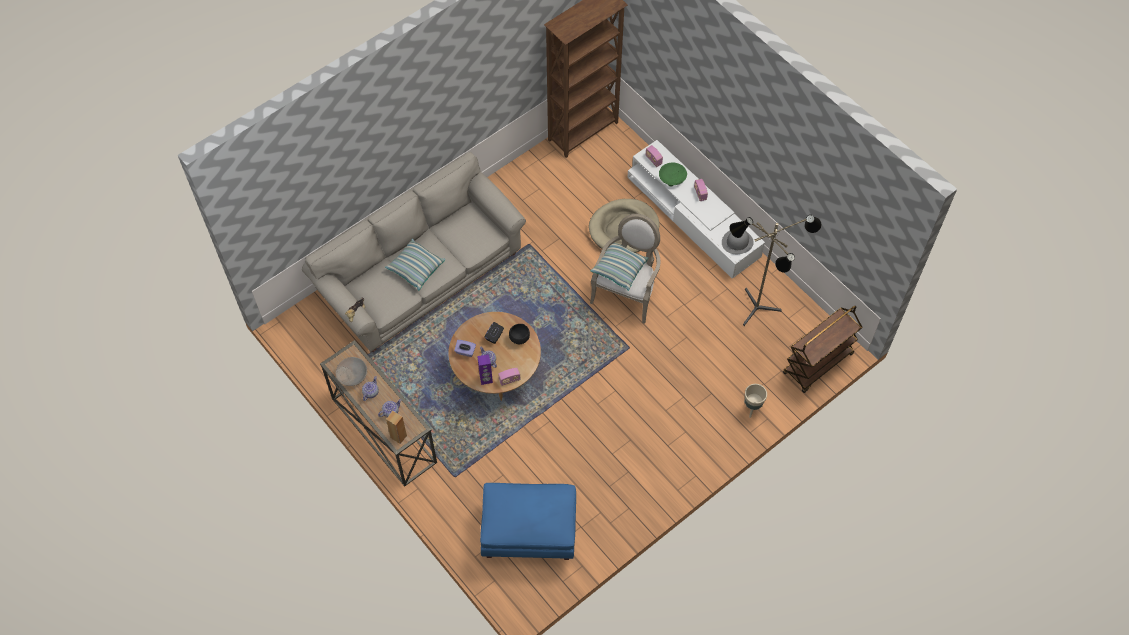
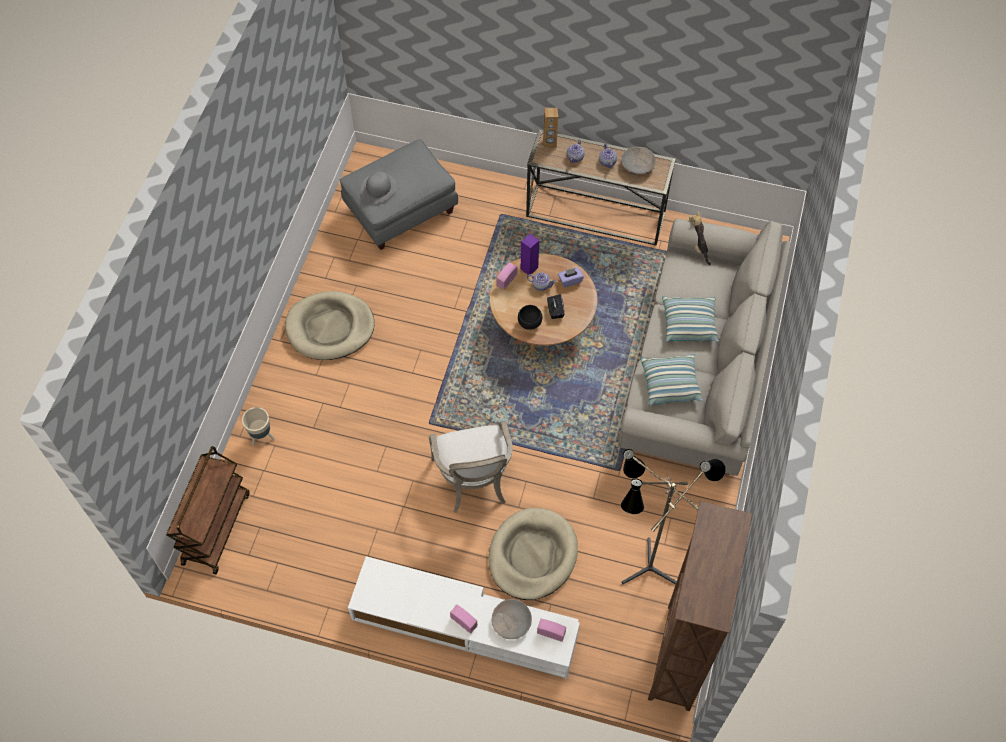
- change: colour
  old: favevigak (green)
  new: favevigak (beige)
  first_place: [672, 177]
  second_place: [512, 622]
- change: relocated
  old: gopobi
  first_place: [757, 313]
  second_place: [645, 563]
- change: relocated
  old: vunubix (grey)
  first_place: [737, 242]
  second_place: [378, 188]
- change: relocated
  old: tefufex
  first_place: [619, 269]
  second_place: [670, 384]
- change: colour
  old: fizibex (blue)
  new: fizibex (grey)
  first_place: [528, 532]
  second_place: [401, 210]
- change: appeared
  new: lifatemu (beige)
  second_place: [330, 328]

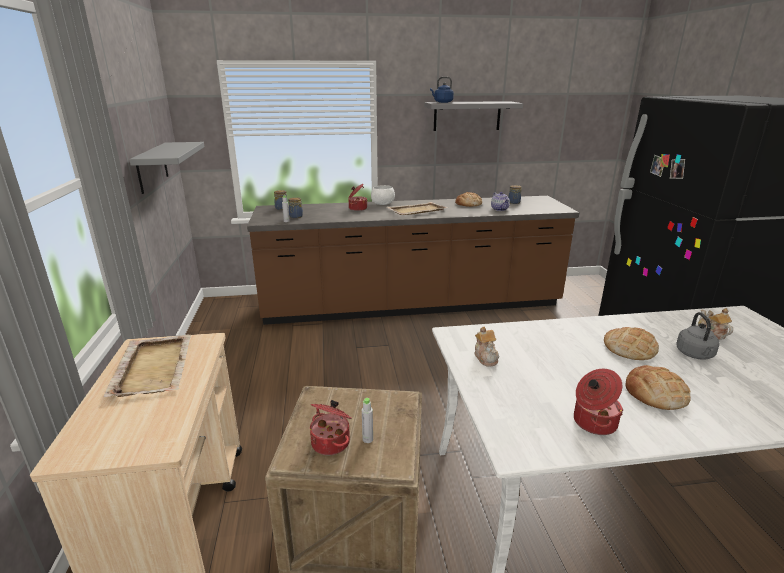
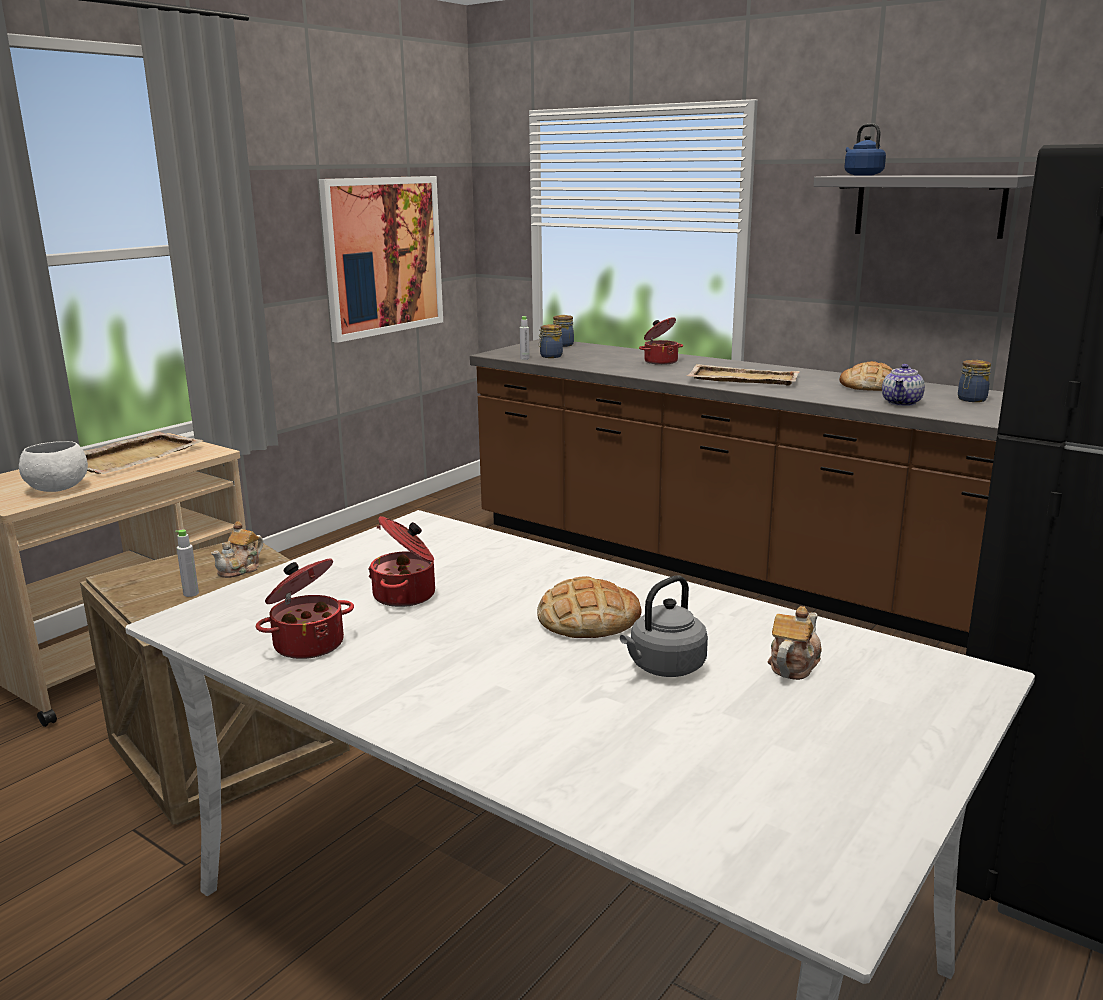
- change: exchanged
  old: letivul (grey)
  new: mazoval
  first_place: [152, 167]
  second_place: [383, 256]
- change: relocated
  old: favevigak (white)
  first_place: [382, 204]
  second_place: [58, 488]
- change: relocated
  old: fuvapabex
  first_place: [486, 357]
  second_place: [241, 569]
- change: missing
  old: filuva
  first_place: [655, 393]
- change: relocated
  old: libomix
  first_place: [331, 442]
  second_place: [406, 595]

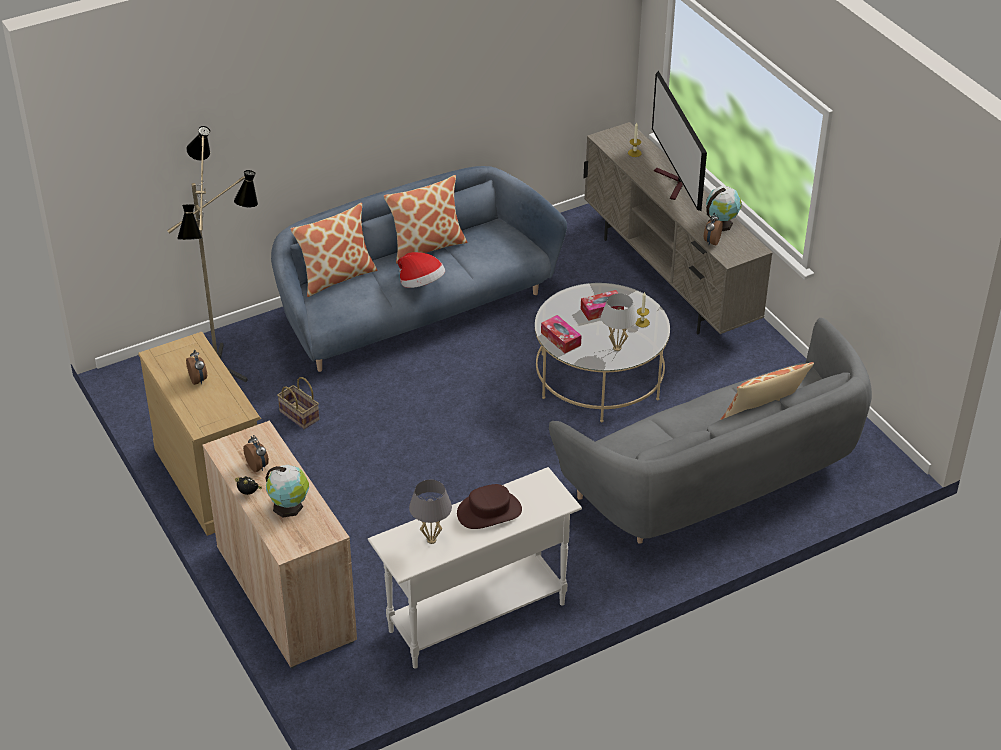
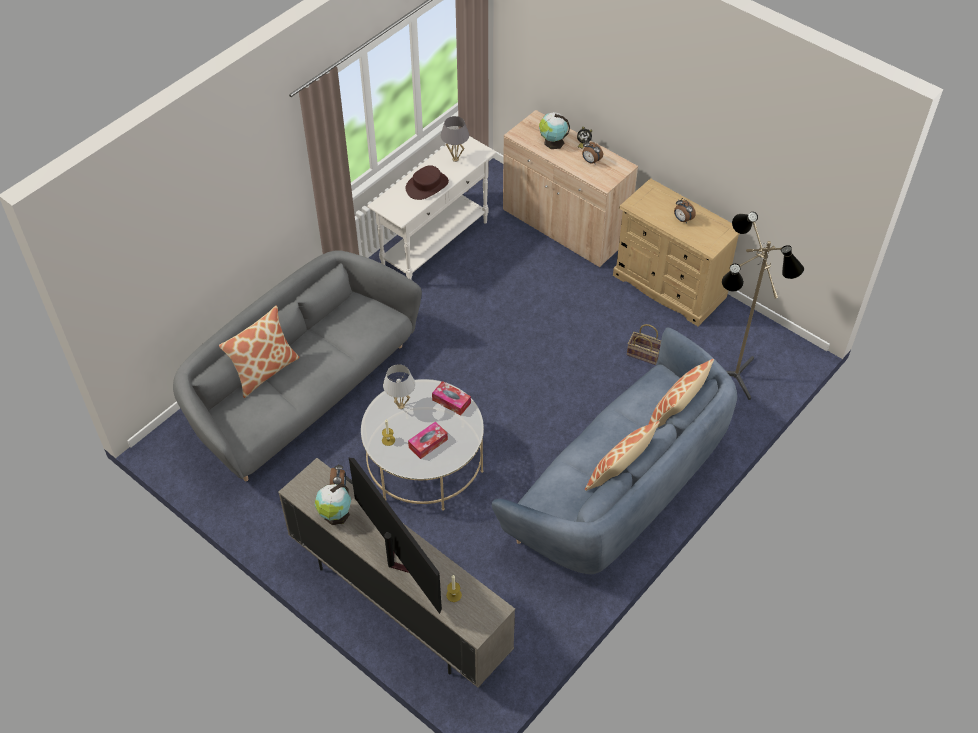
- change: missing
  old: vunubix
  first_place: [421, 284]

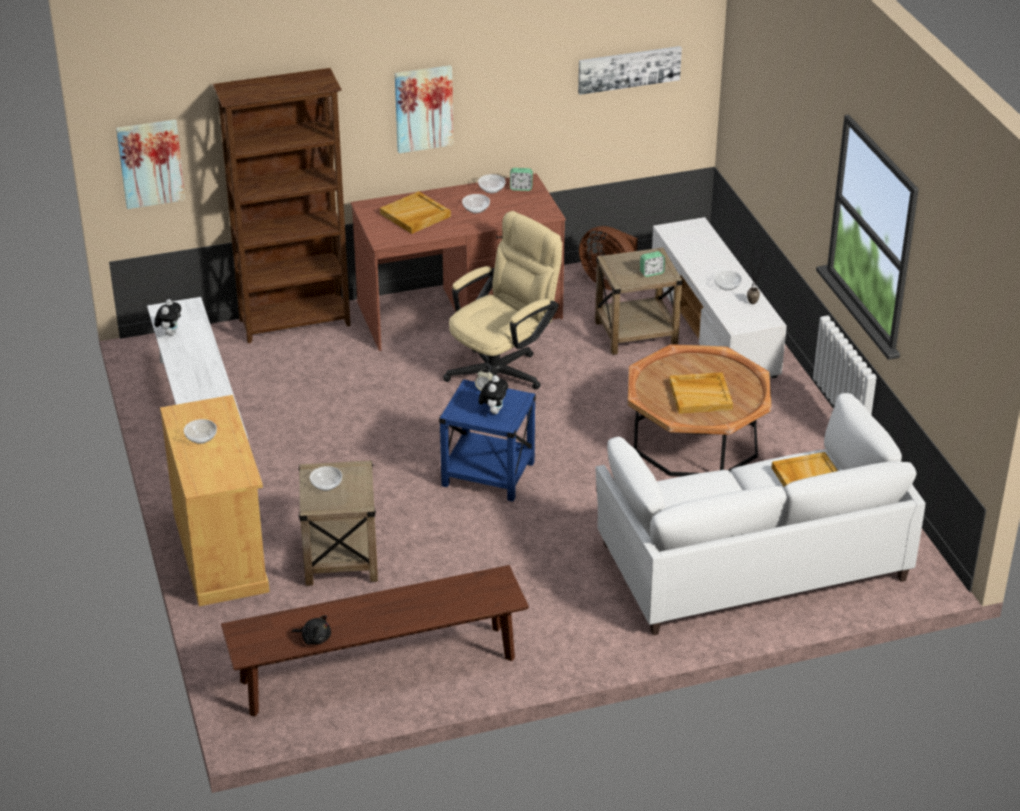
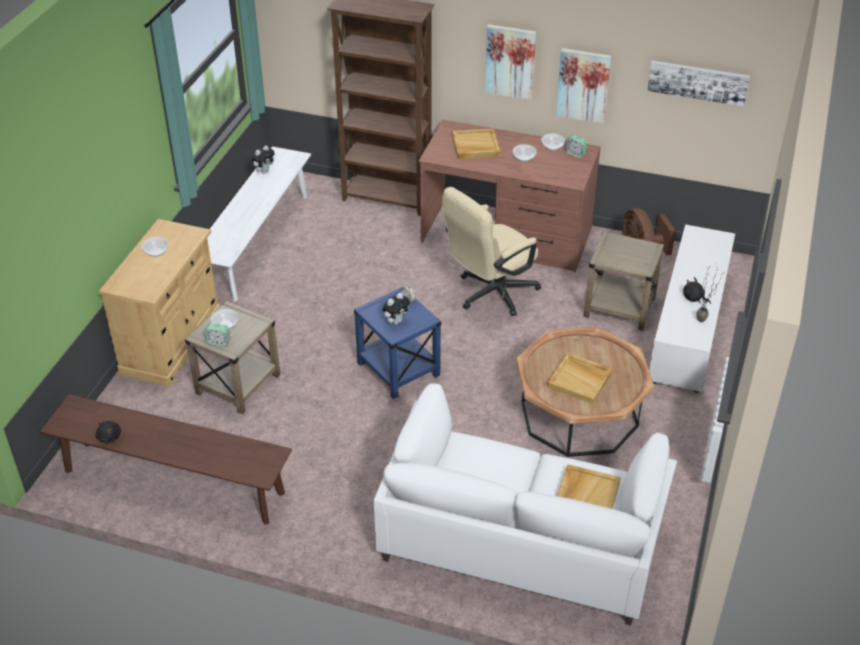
- change: relocated
  old: mazoval
  first_place: [150, 163]
  second_place: [583, 85]
- change: spun
  old: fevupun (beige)
  first_place: [503, 371]
  second_place: [490, 294]
  degrees: 150
- change: relocated
  old: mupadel
  first_place: [651, 273]
  second_place: [218, 342]
- change: exchanged
  old: favevigak
  new: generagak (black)
  first_place: [727, 286]
  second_place: [694, 298]

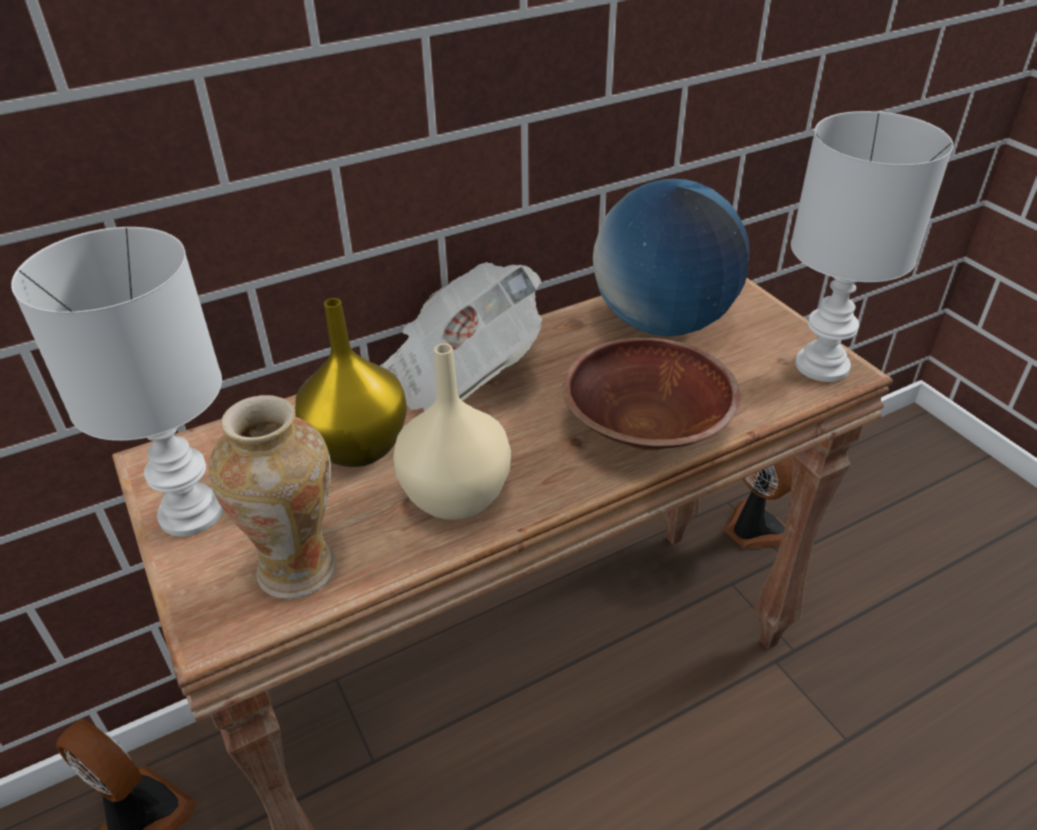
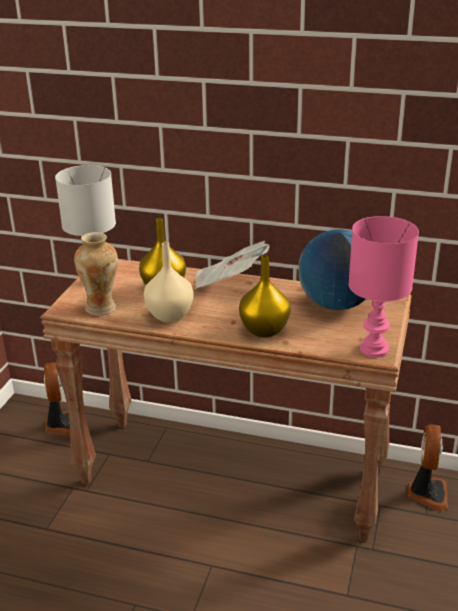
- change: colour
  old: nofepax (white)
  new: nofepax (pink)
  first_place: [821, 367]
  second_place: [372, 349]
- change: exchanged
  old: favevigak (brown)
  new: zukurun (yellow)
  first_place: [646, 428]
  second_place: [264, 331]

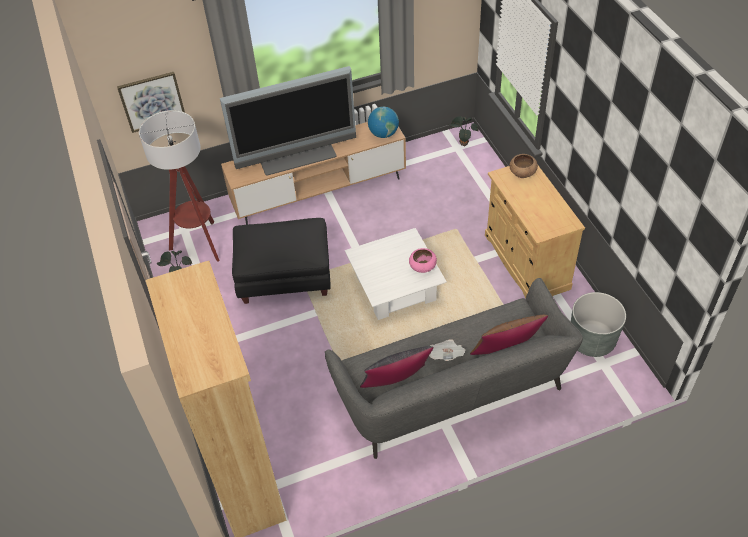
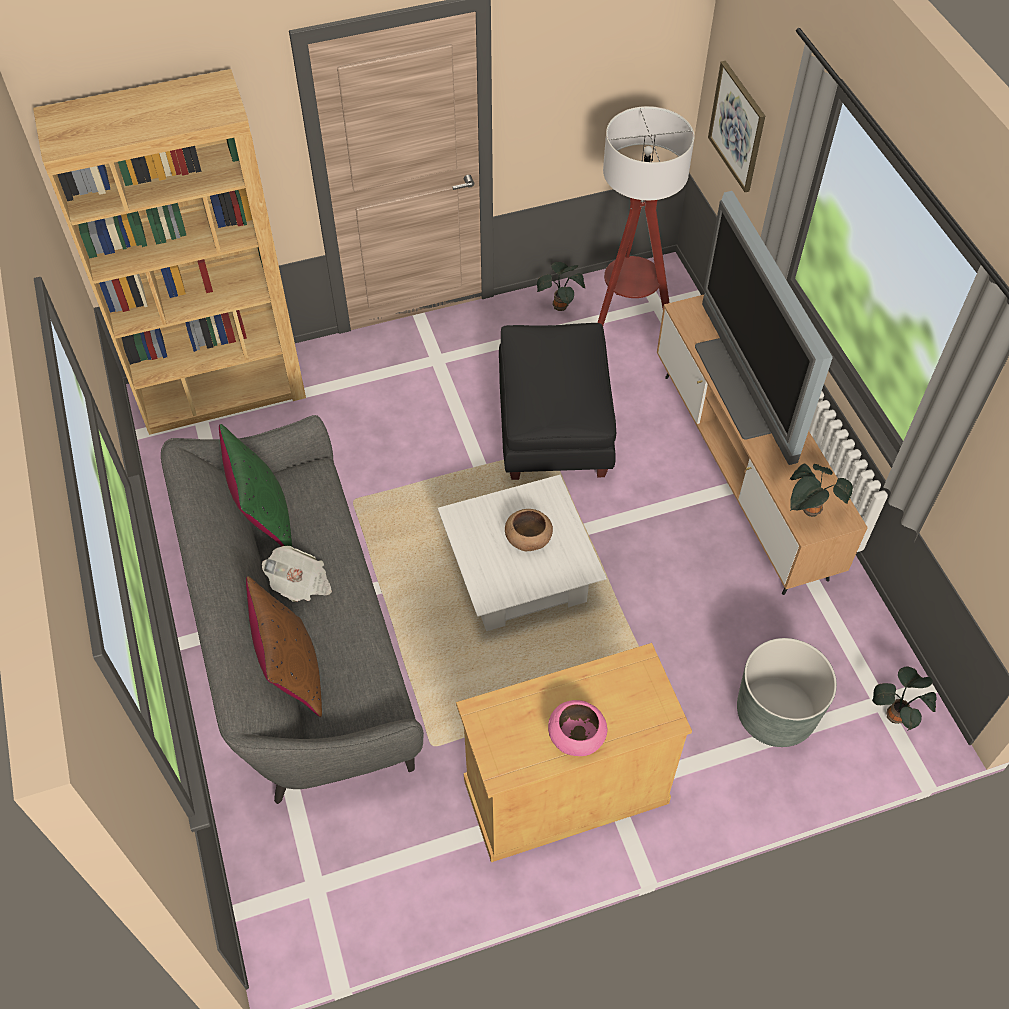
- change: exchanged
  old: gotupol
  new: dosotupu
  first_place: [383, 134]
  second_place: [809, 512]
- change: relocated
  old: favevigak (brown)
  first_place: [522, 173]
  second_place: [528, 538]
- change: relocated
  old: favevigak (pink)
  first_place: [422, 266]
  second_place: [576, 736]
- change: relocated
  old: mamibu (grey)
  first_place: [592, 340]
  second_place: [775, 713]
- change: colour
  old: tefufex (black)
  new: tefufex (green)
  first_place: [396, 384]
  second_place: [264, 516]

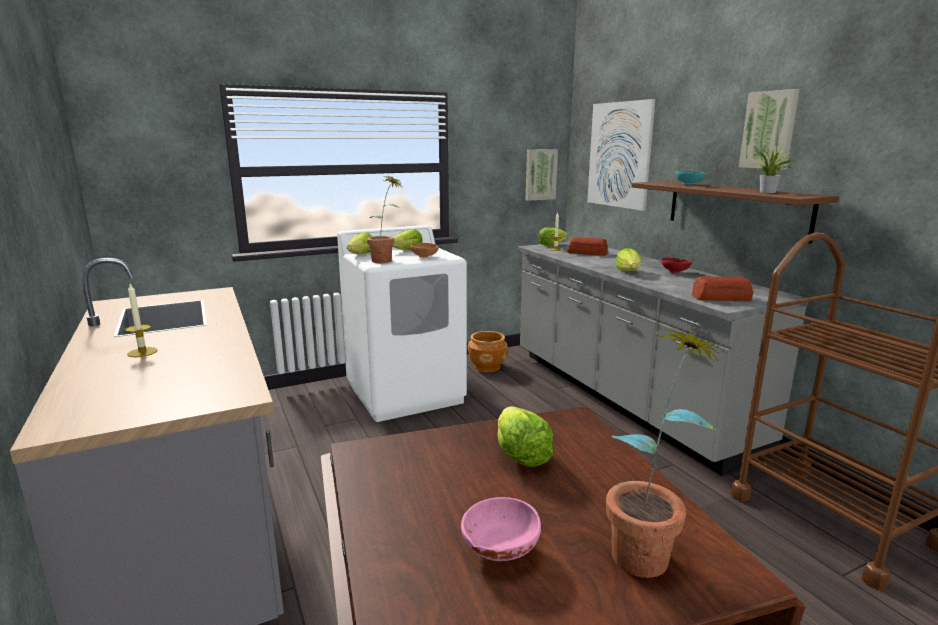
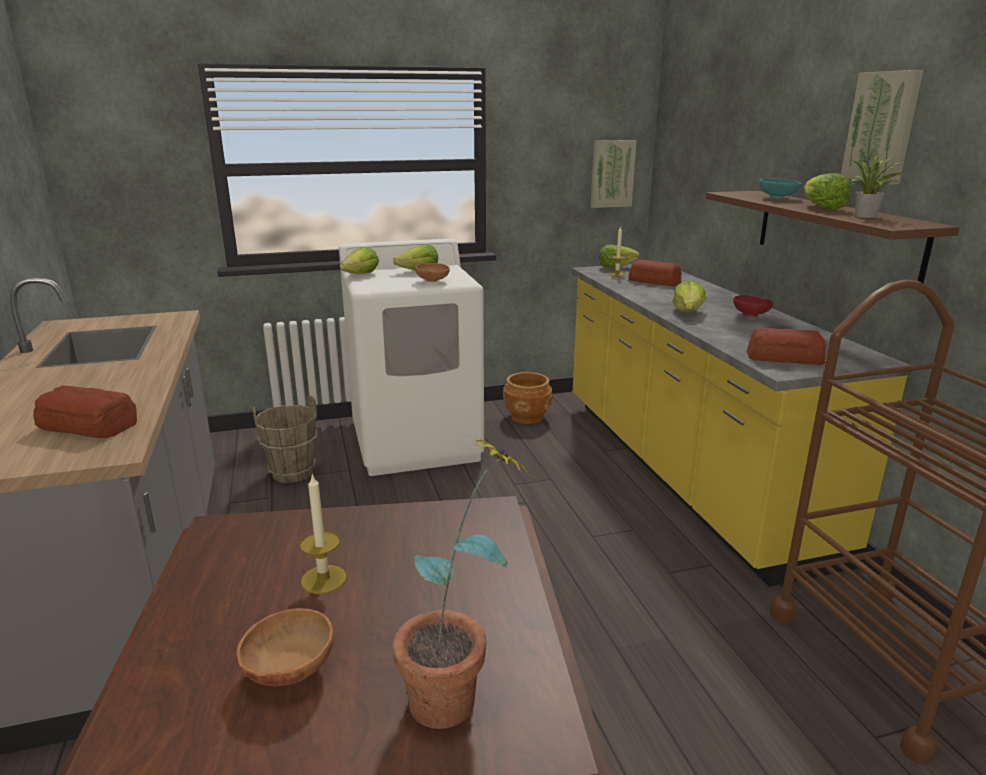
- change: missing
  old: mazoval
  first_place: [619, 155]
- change: missing
  old: dosotupu
  first_place: [386, 260]
- change: colour
  old: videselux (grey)
  new: videselux (yellow)
  first_place: [623, 398]
  second_place: [683, 471]
- change: relocated
  old: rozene
  first_place: [142, 352]
  second_place: [324, 579]
- change: relocated
  old: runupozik
  first_place: [520, 454]
  second_place: [821, 208]
- change: colour
  old: favevigak (pink)
  new: favevigak (brown)
  first_place: [498, 550]
  second_place: [288, 670]
- change: appeared
  new: filuva
  second_place: [88, 424]
- change: appeared
  new: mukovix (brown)
  second_place: [293, 473]

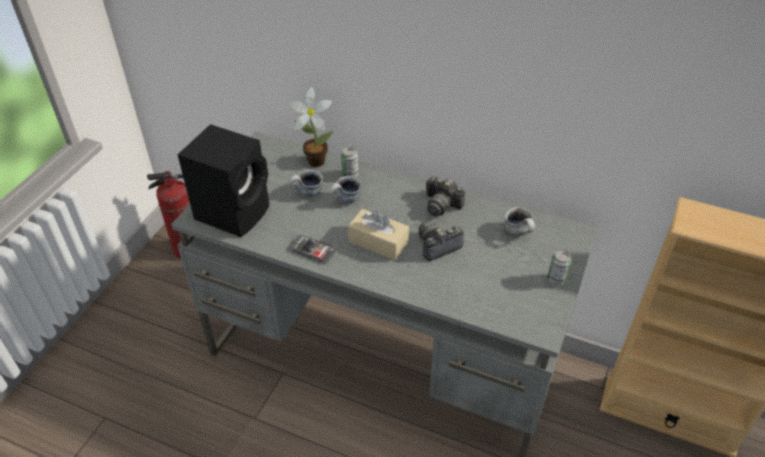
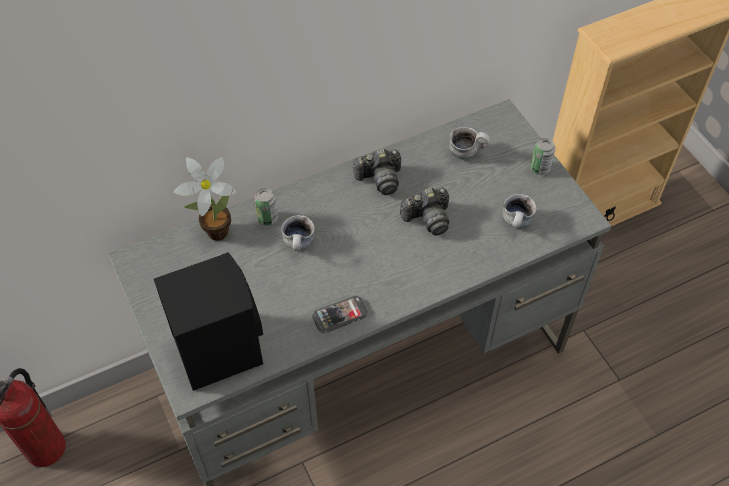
- change: relocated
  old: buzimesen
  first_place: [307, 194]
  second_place: [517, 224]
- change: missing
  old: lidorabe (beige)
  first_place: [378, 242]
- change: spun
  old: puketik
  first_place: [437, 246]
  second_place: [427, 218]
  degrees: -120

